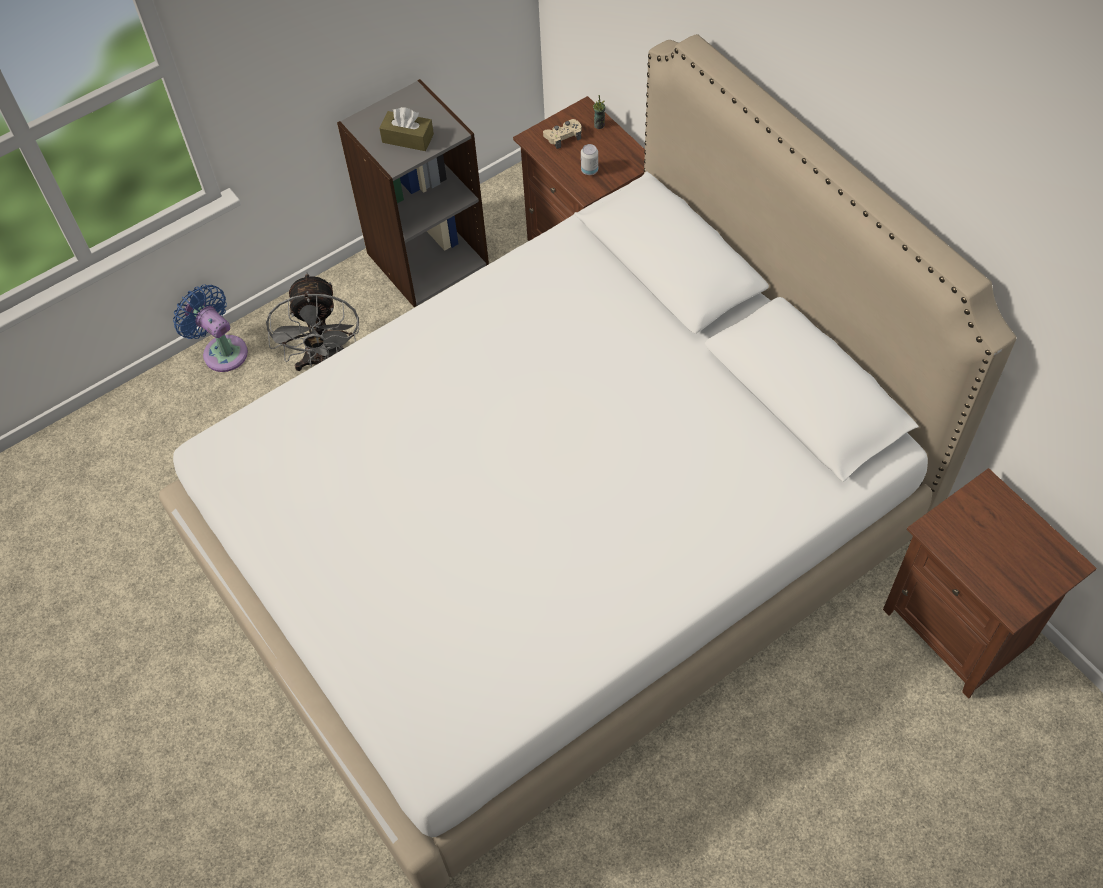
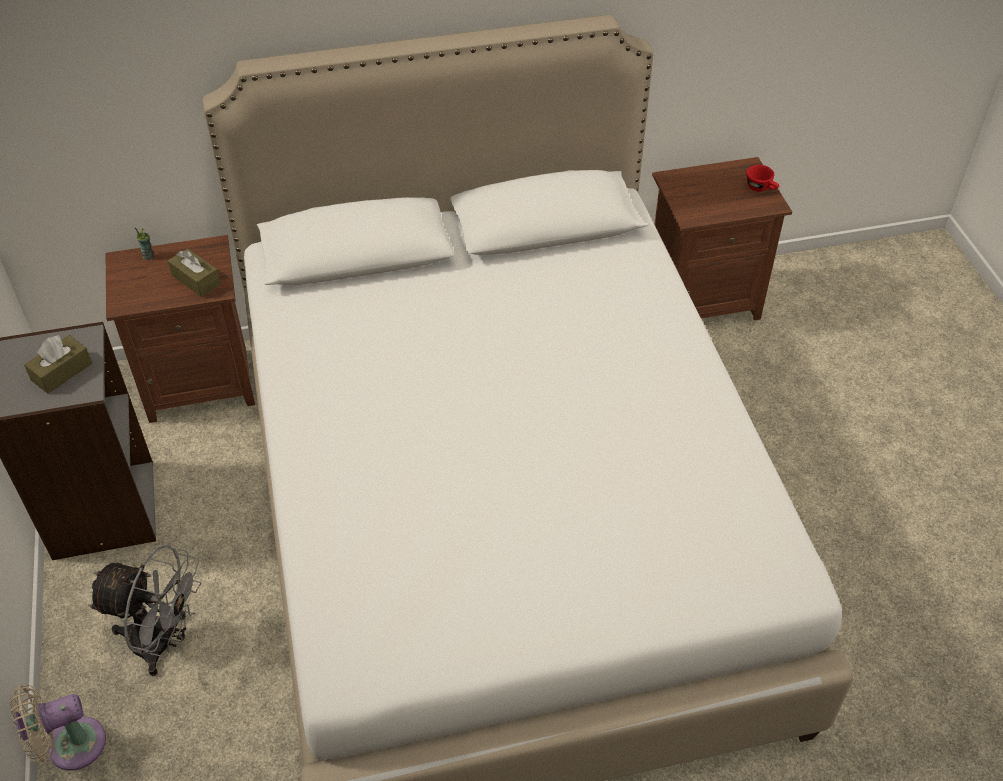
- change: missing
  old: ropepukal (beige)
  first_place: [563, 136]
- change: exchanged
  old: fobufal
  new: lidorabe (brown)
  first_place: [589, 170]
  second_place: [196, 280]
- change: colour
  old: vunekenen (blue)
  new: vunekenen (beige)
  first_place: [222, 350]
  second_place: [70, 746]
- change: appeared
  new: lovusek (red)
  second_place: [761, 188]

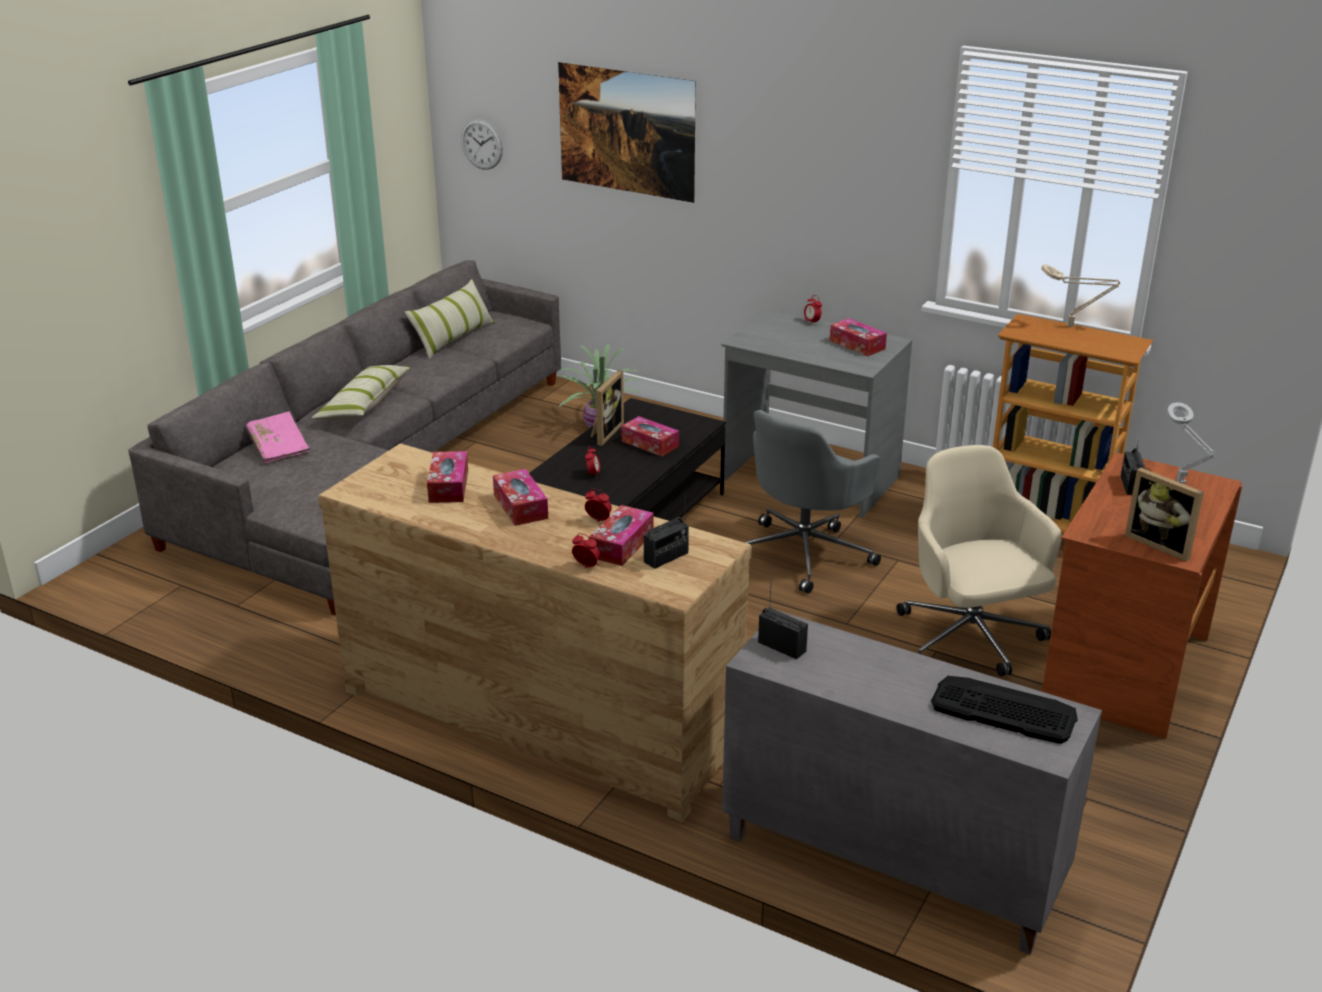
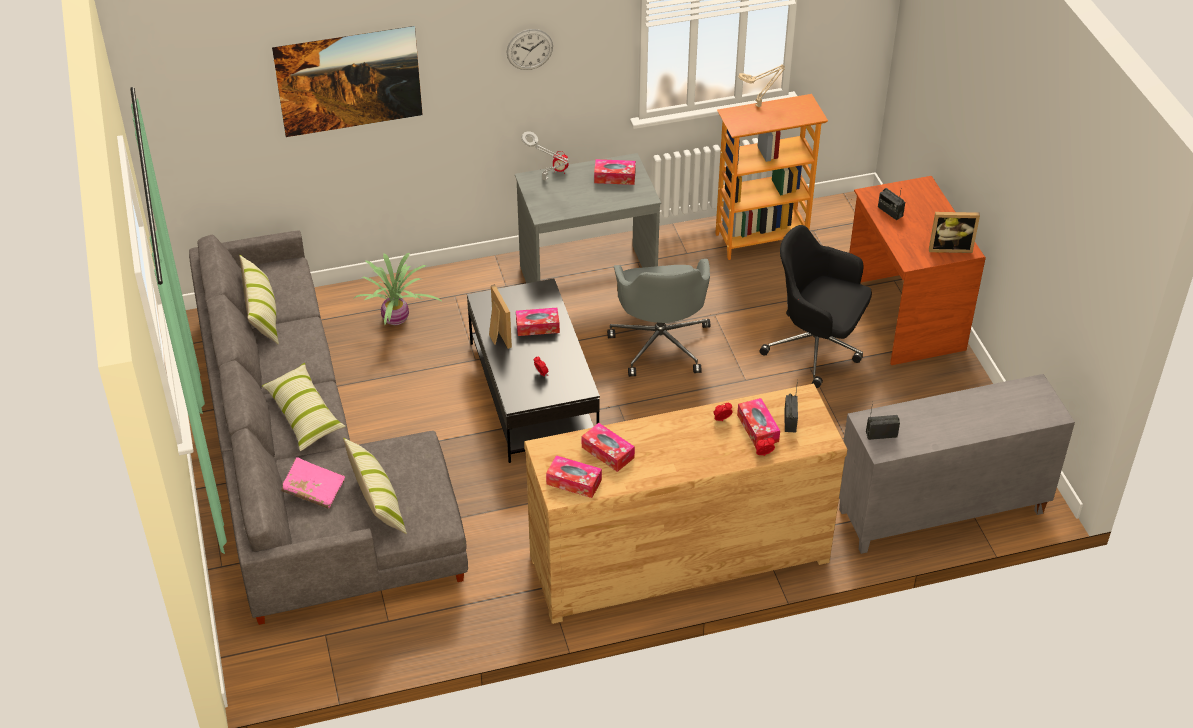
- change: relocated
  old: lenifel
  first_place: [482, 144]
  second_place: [529, 49]
- change: relocated
  old: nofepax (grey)
  first_place: [1182, 484]
  second_place: [546, 180]
- change: colour
  old: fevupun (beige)
  new: fevupun (black)
  first_place: [970, 640]
  second_place: [816, 348]
- change: relocated
  old: lidorabe
  first_place: [520, 506]
  second_place: [574, 482]
- change: missing
  old: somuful
  first_place: [1003, 709]
- change: appeared
  new: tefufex
  second_place: [377, 500]

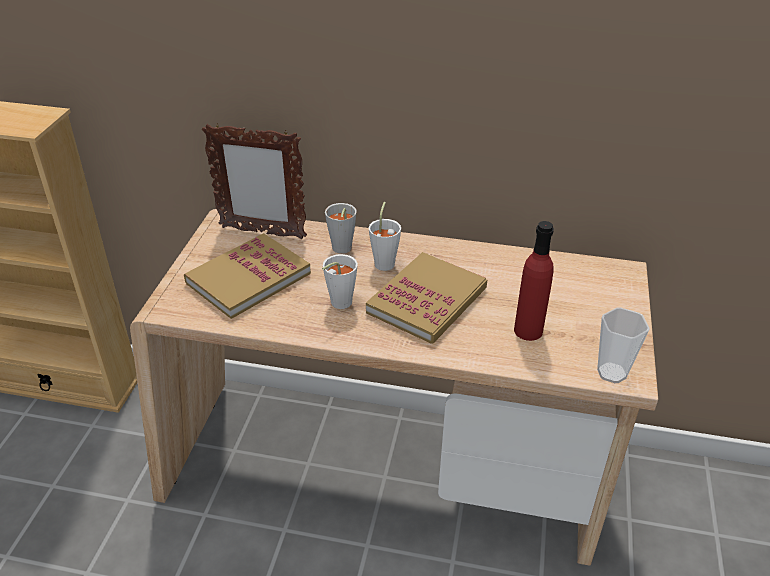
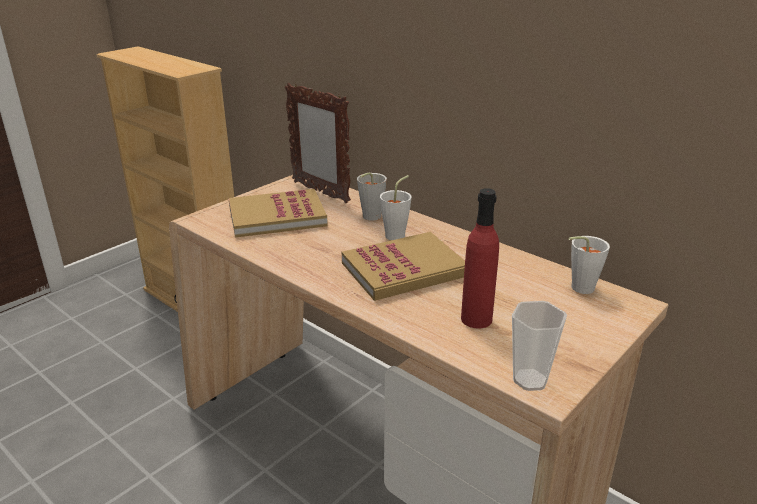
- change: relocated
  old: lovusek (white)
  first_place: [337, 304]
  second_place: [578, 288]

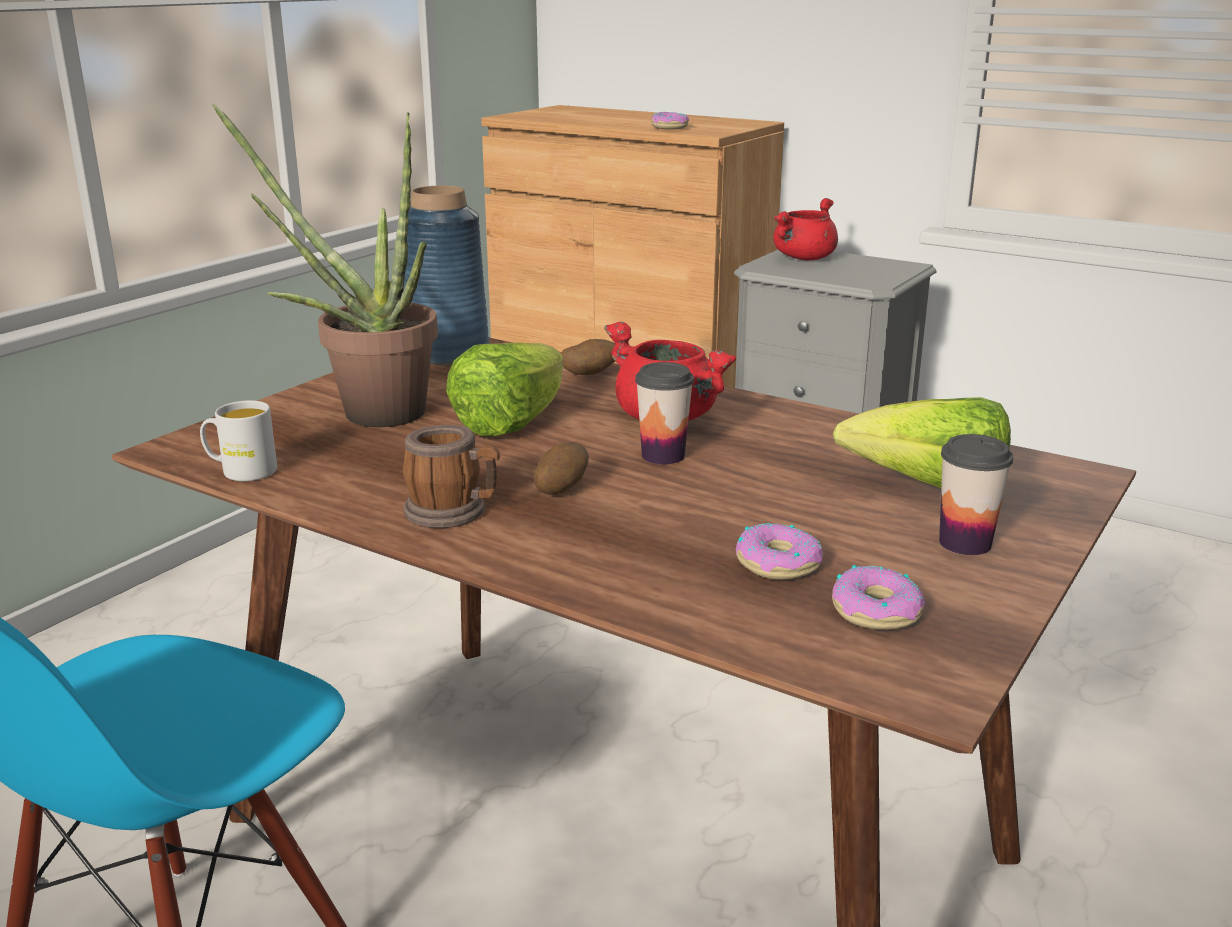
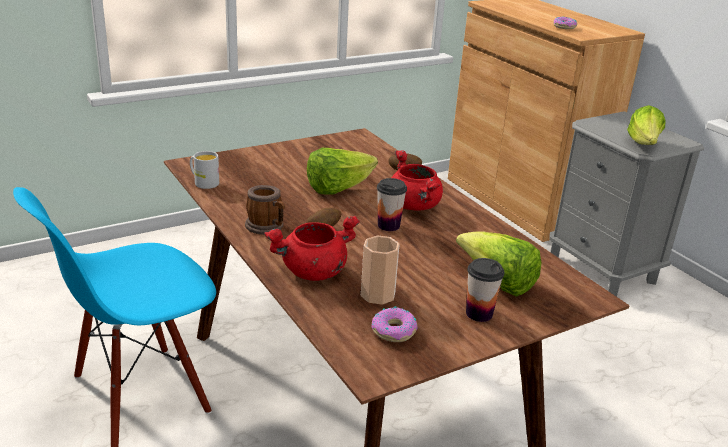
- change: missing
  old: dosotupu
  first_place: [367, 412]
- change: missing
  old: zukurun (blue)
  first_place: [447, 354]
- change: relocated
  old: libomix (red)
  first_place: [804, 258]
  second_place: [313, 272]
- change: exchanged
  old: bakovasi
  new: lovusek
  first_place: [778, 563]
  second_place: [377, 295]
- change: appeared
  new: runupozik
  second_place: [643, 145]

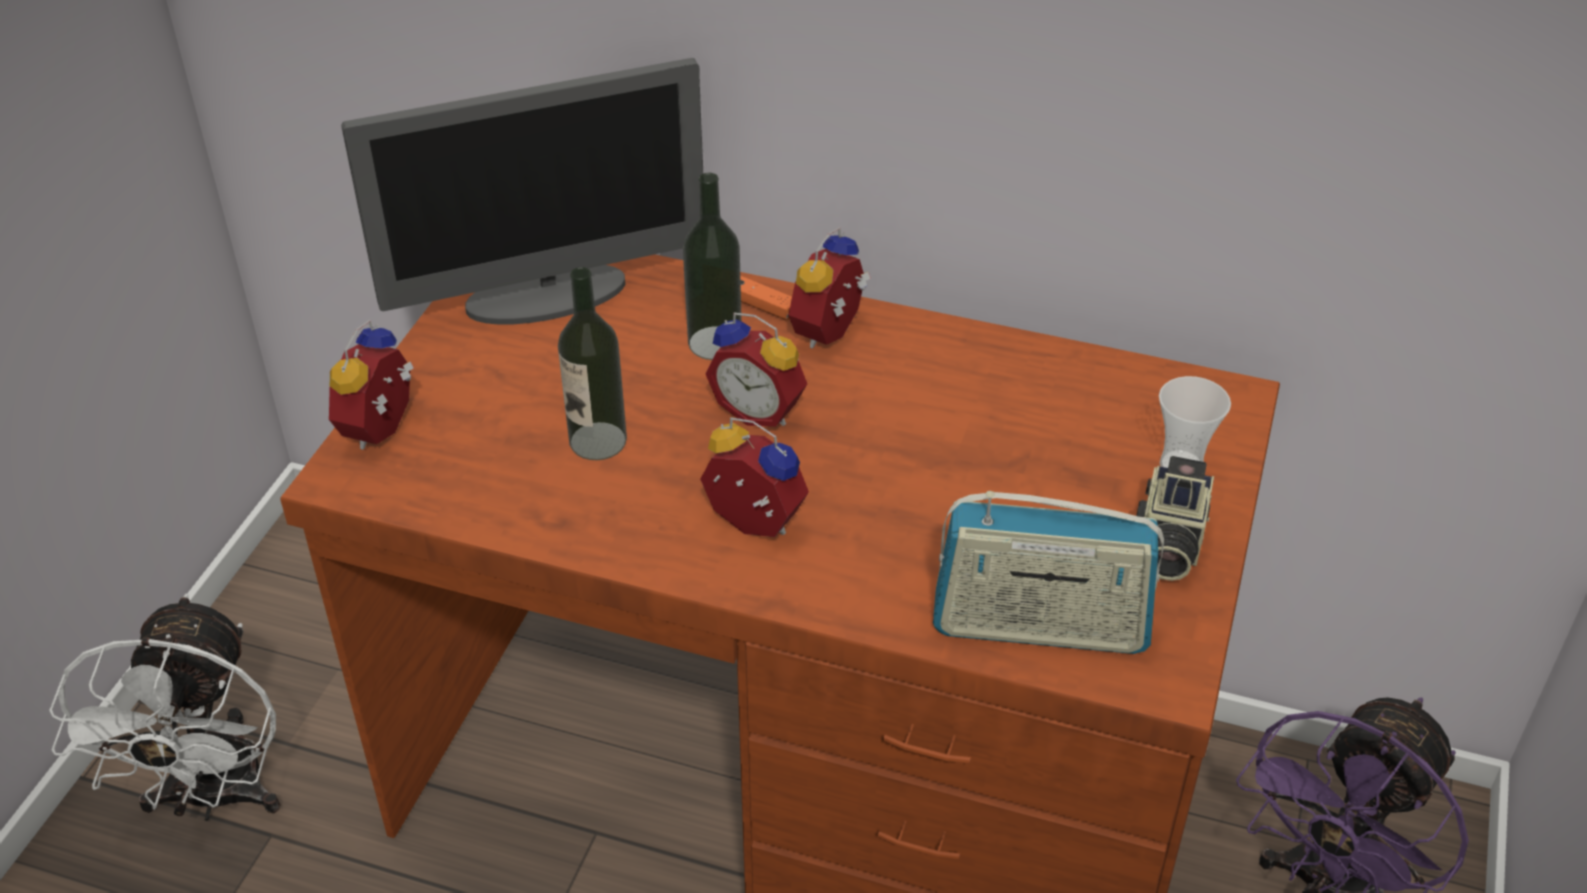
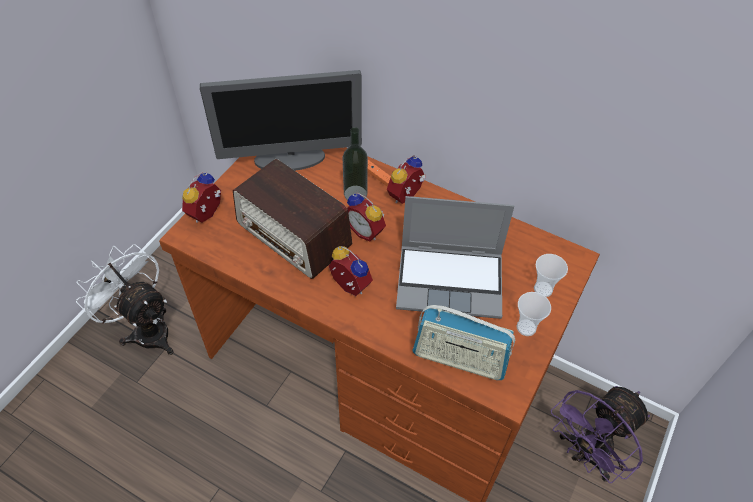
- change: exchanged
  old: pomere
  new: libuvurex
  first_place: [598, 441]
  second_place: [294, 234]
- change: exchanged
  old: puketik
  new: lovusek
  first_place: [1167, 543]
  second_place: [526, 327]
- change: spun
  old: vunekenen (white)
  first_place: [213, 799]
  second_place: [146, 329]
  degrees: 120
- change: appeared
  new: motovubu
  second_place: [451, 281]

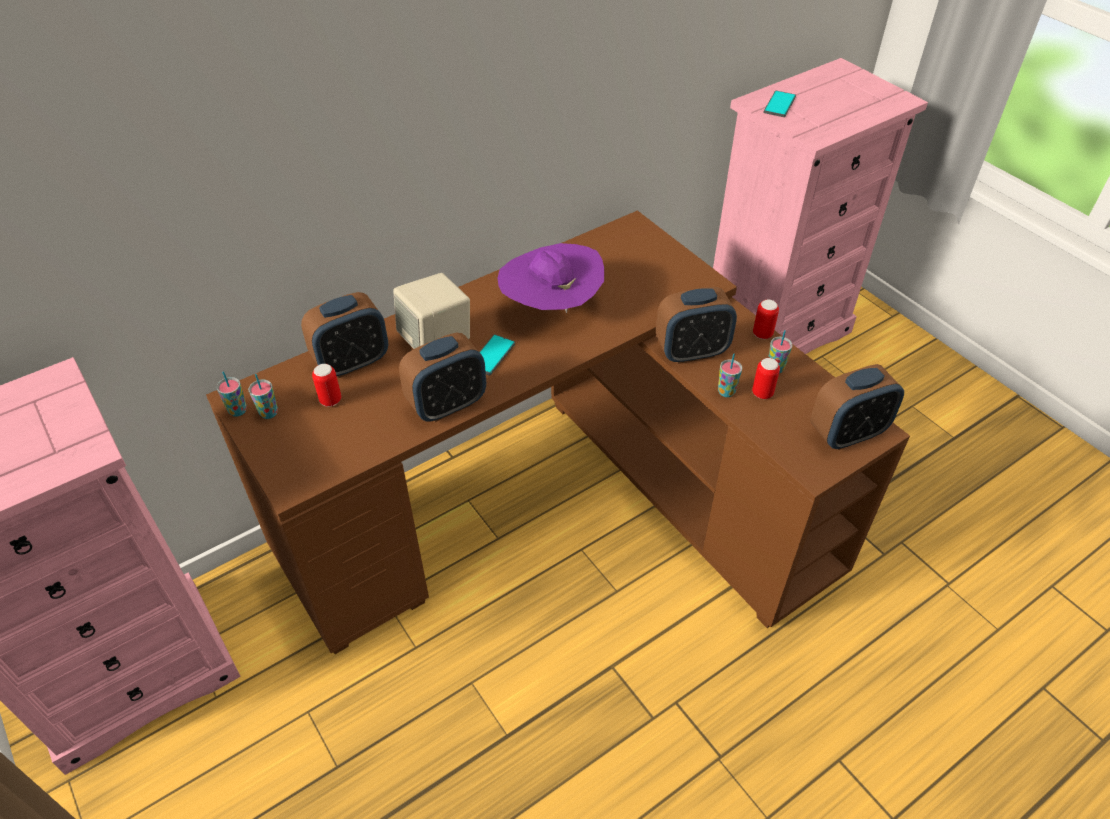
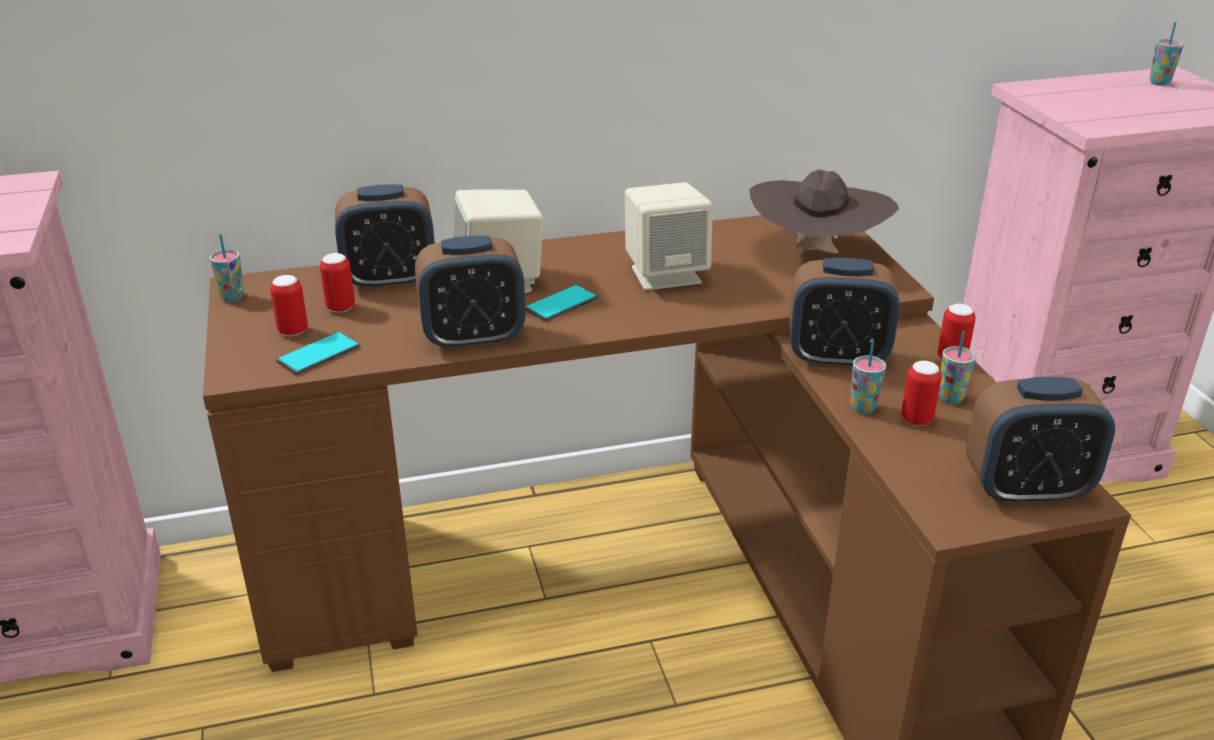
- change: relocated
  old: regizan
  first_place: [779, 104]
  second_place: [318, 354]
- change: exchanged
  old: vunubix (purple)
  new: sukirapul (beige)
  first_place: [551, 308]
  second_place: [665, 274]
- change: relocated
  old: lovusek
  first_place: [269, 413]
  second_place: [1159, 83]
- change: appeared
  new: vunubix (brown)
  second_place: [816, 255]
- change: appeared
  new: fobufal
  second_place: [293, 331]

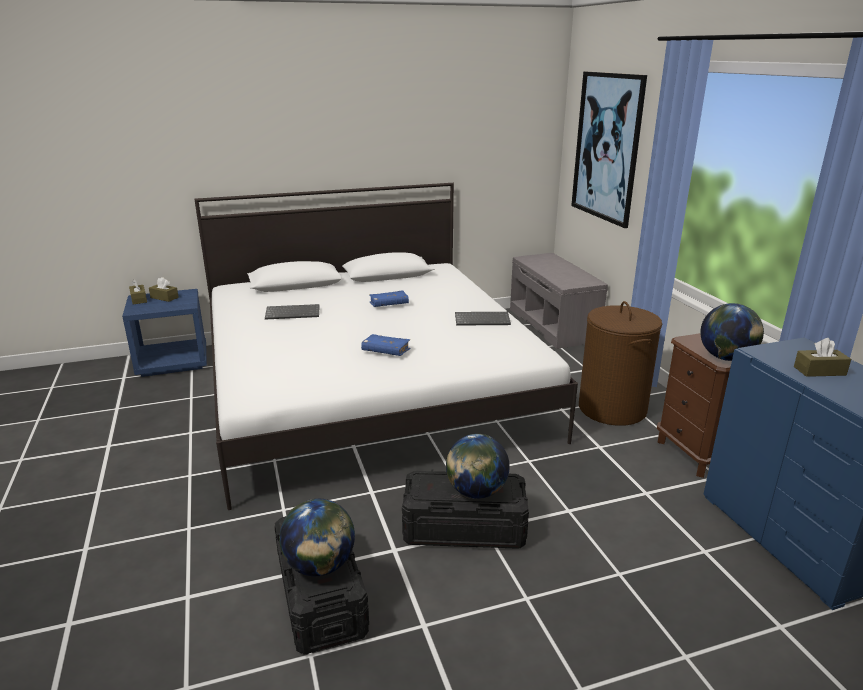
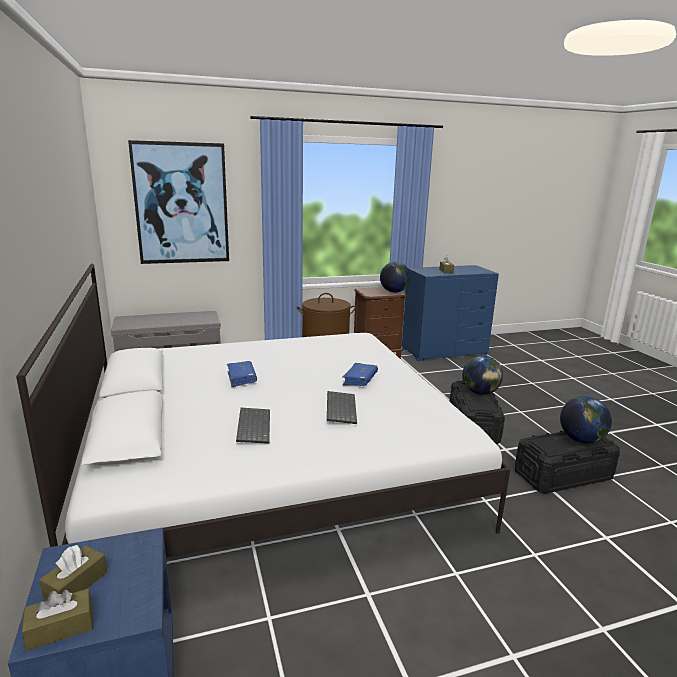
- change: relocated
  old: somuful
  first_place: [483, 320]
  second_place: [340, 408]

